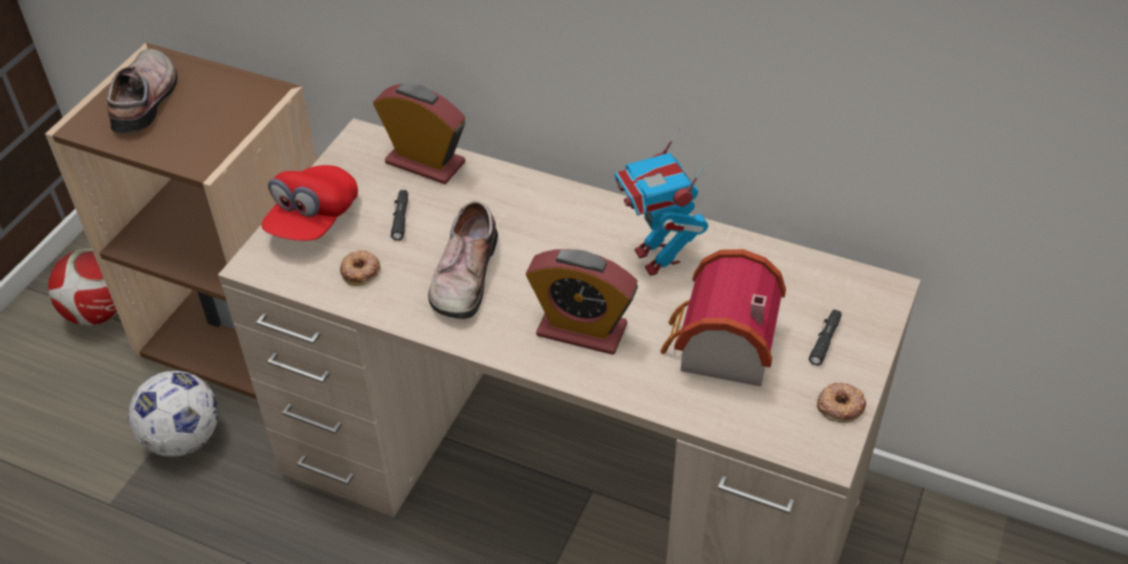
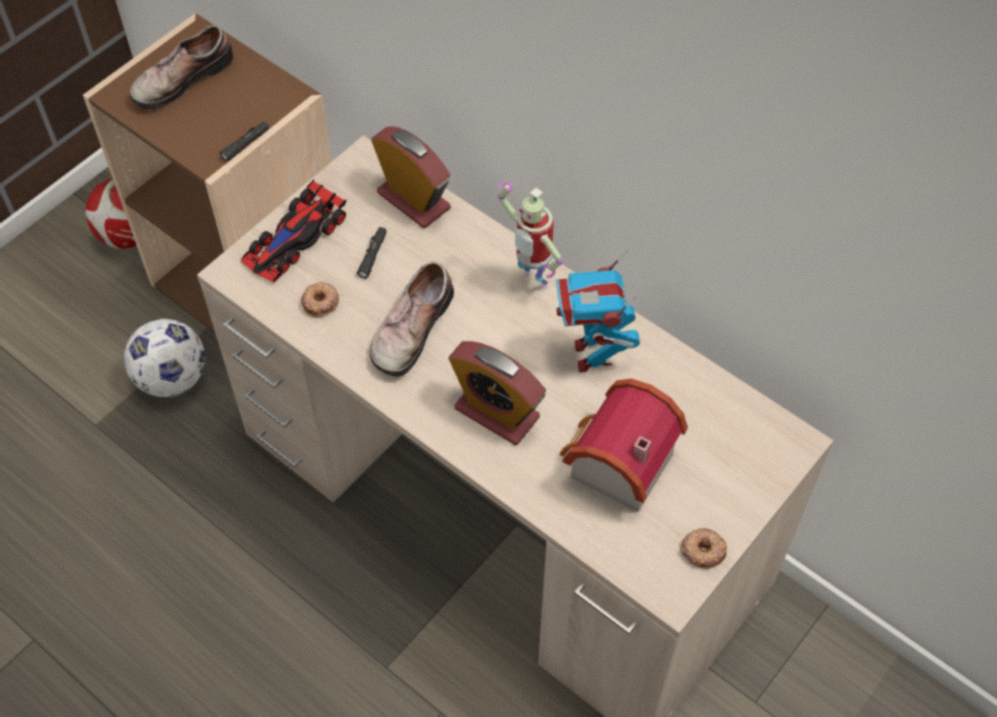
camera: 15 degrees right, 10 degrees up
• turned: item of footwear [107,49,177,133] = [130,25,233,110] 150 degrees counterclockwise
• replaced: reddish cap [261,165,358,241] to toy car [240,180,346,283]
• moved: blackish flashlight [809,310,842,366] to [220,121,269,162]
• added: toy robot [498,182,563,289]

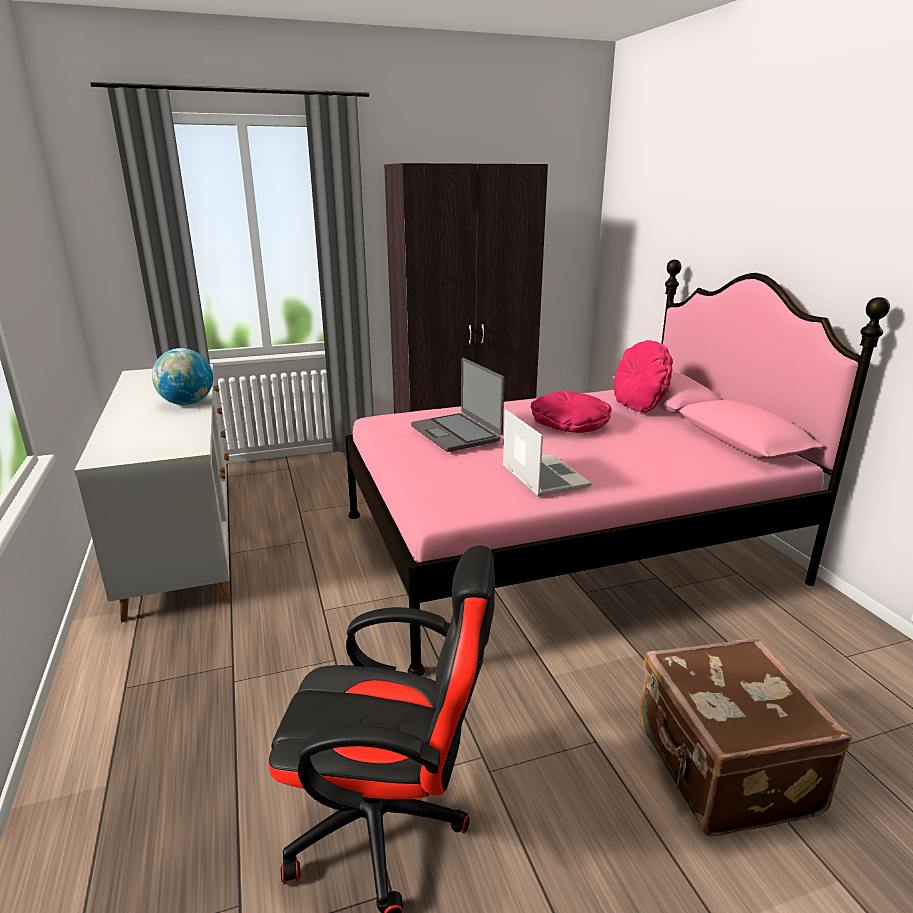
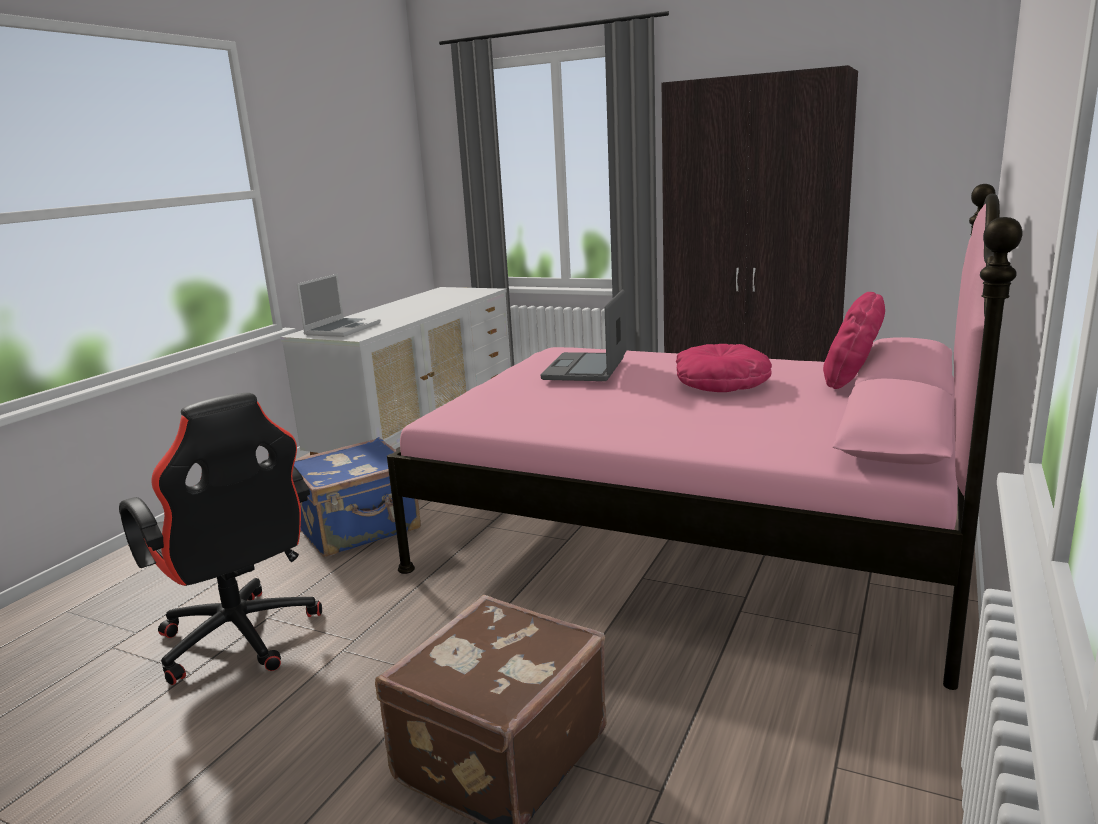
camera: 45 degrees right, 5 degrees down
• removed: desk globe [152,348,213,405]
• moved: laptop [502,409,591,497] to [297,274,381,337]
• added: bluish piece of luggage [294,437,421,557]

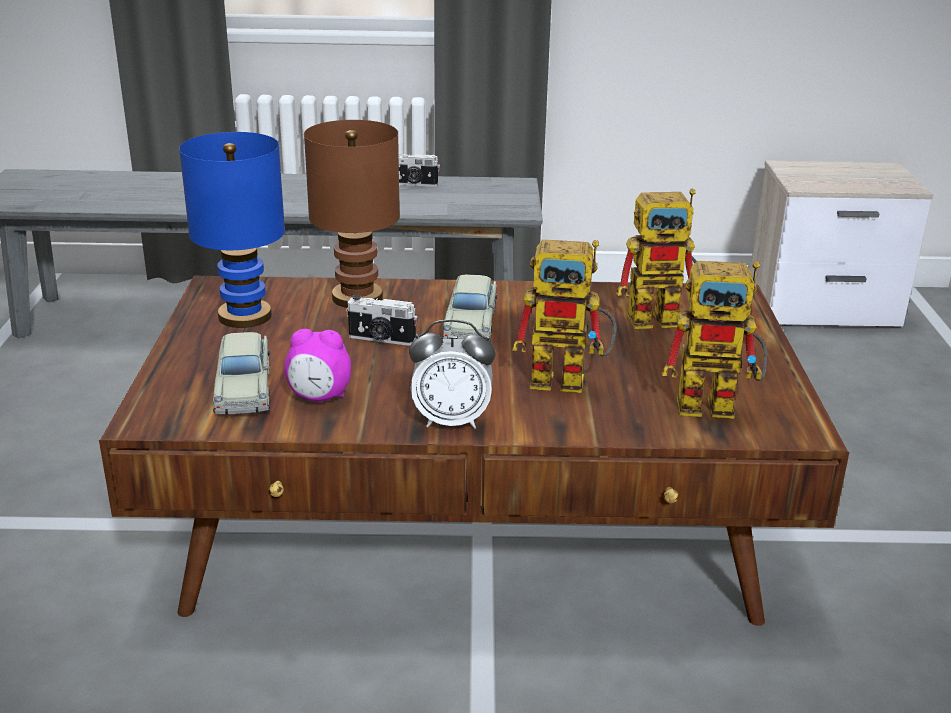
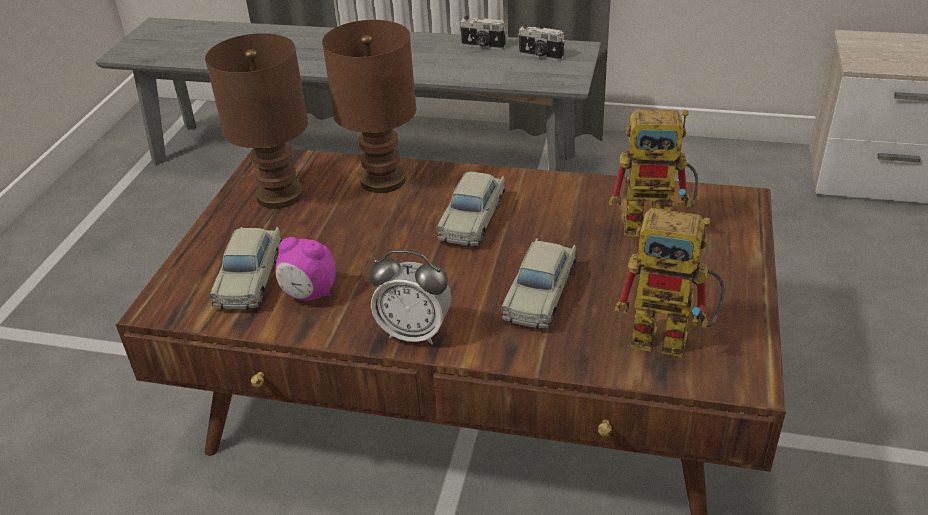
camera: 15 degrees right, 10 degrees up
• recoloured: bluish table lamp [179,132,285,328] to brown-coloured table lamp [205,33,308,209]
• moved: photo camera [346,295,418,346] to [518,24,565,61]
• replaced: toy robot [512,239,617,393] to sand-coloured toy car [501,238,576,329]

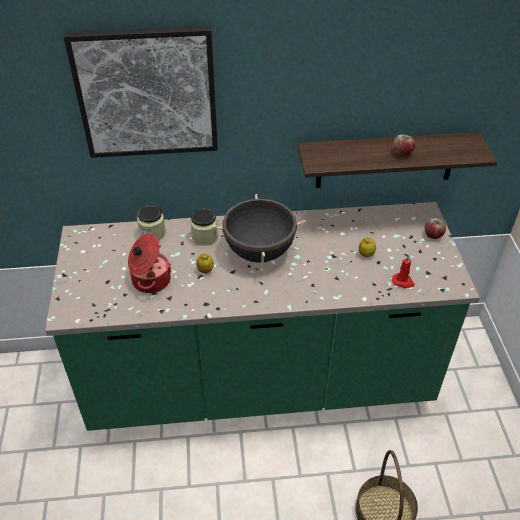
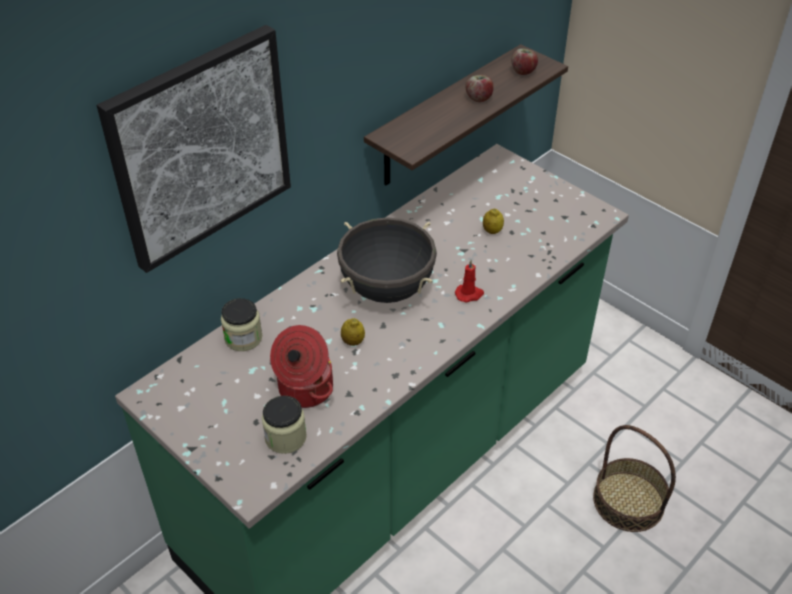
camera: 40 degrees left, 0 degrees up
• moved: preserve jar [190,209,218,246] to [262,396,307,454]
• moved: reddish wax candle [392,255,415,288] to [455,260,484,303]
• moved: whole apple [425,218,446,239] to [511,48,538,75]

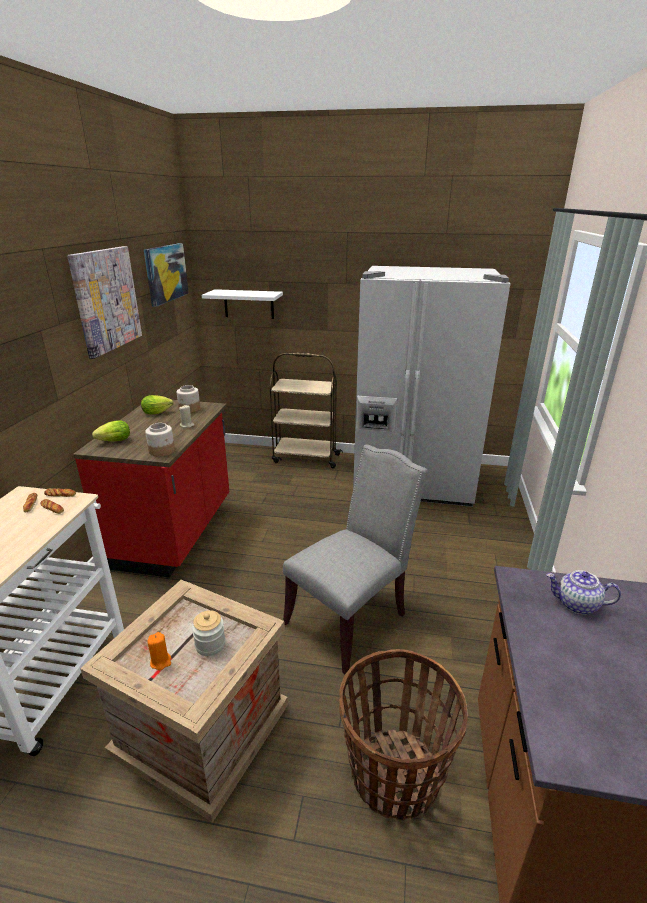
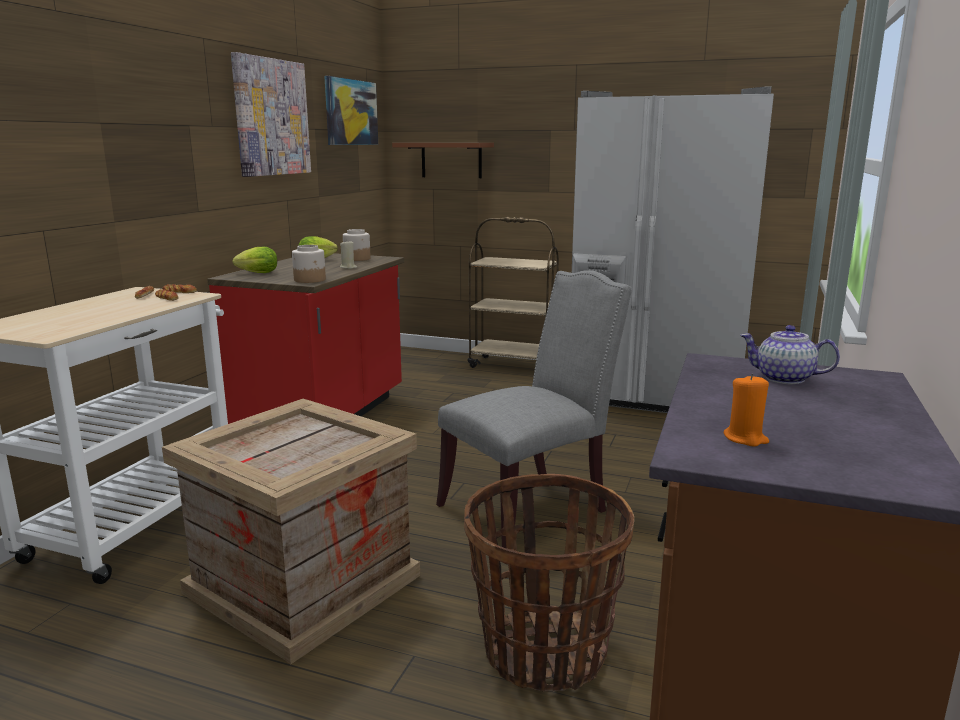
camera: 10 degrees right, 10 degrees down
• moved: orangey wax candle [147,632,171,670] to [724,374,769,447]
• removed: preserve jar [192,610,226,656]
• recoloured: whitish shelf [202,289,283,319] to brown-coloured shelf [392,143,494,178]

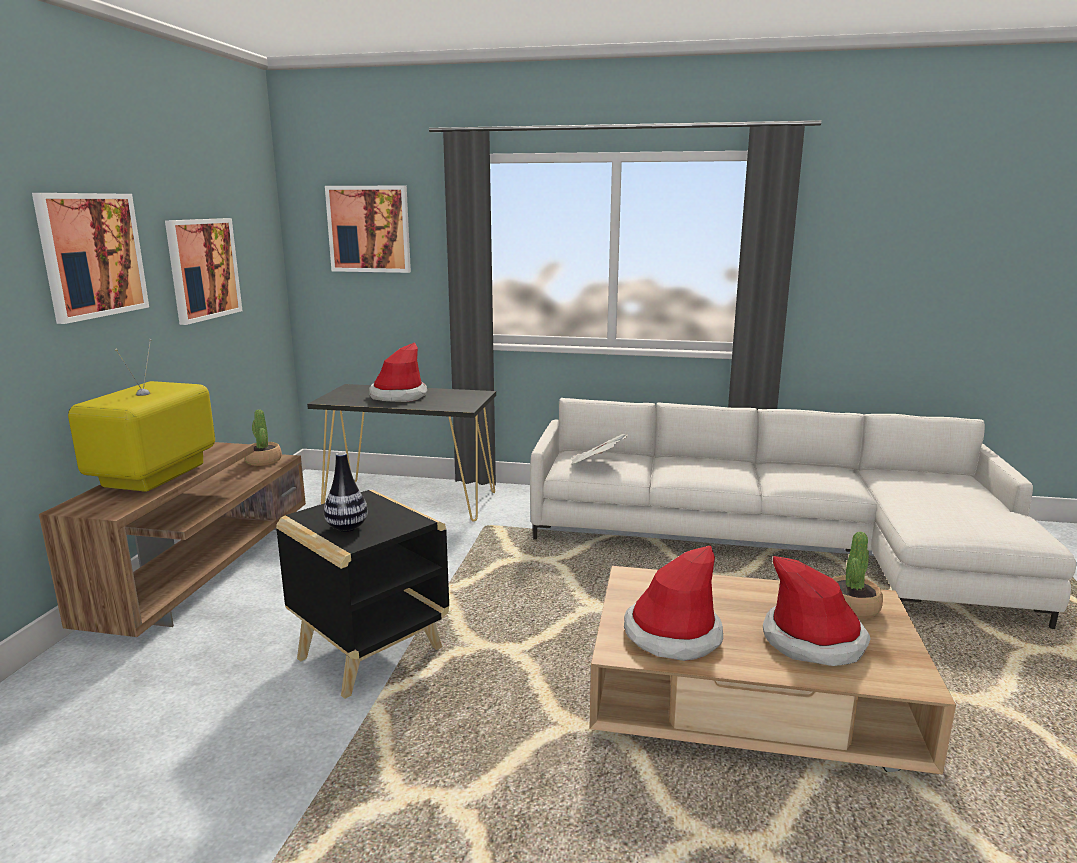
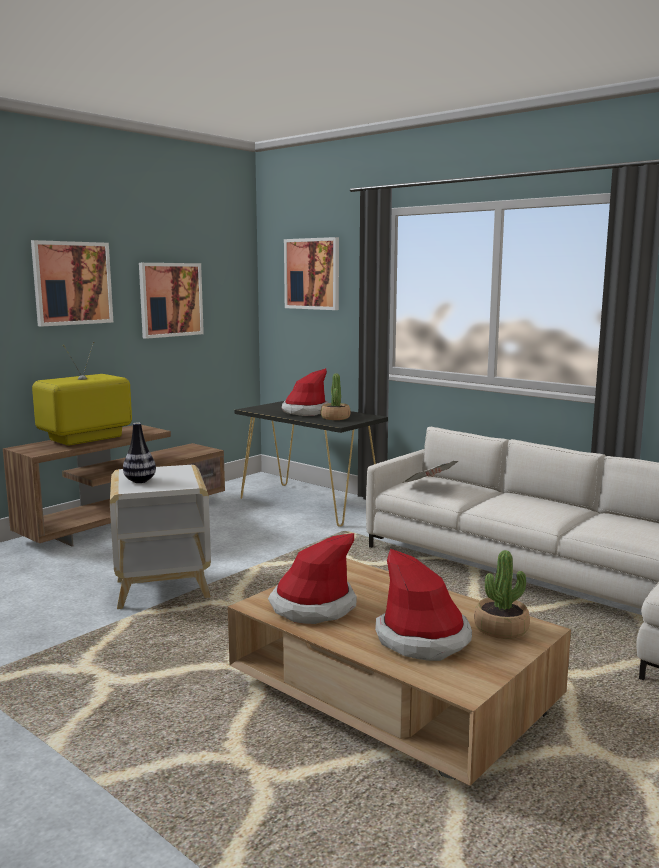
camera: 30 degrees right, 5 degrees down
• moved: potted plant [244,409,282,466] to [321,374,351,420]
• recoloured: blackish accent table [276,490,449,699] to whitish accent table [110,465,211,609]

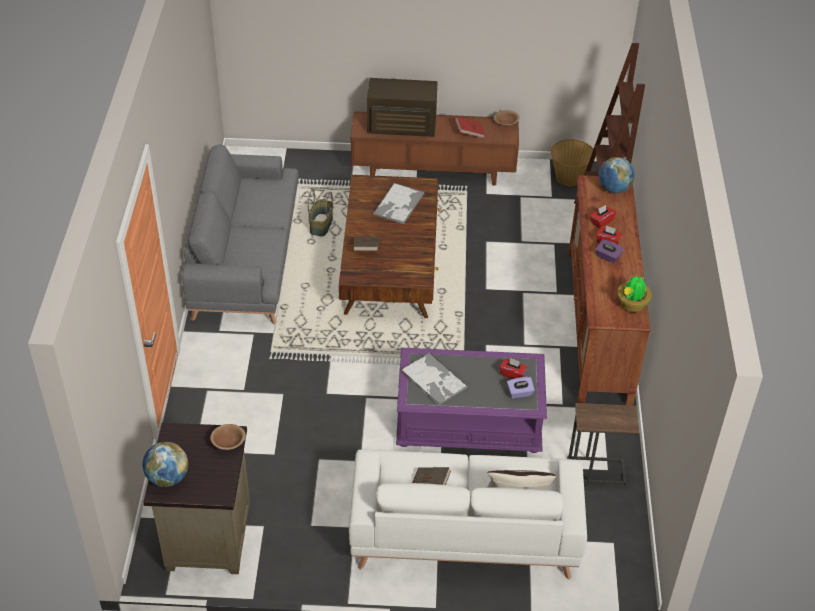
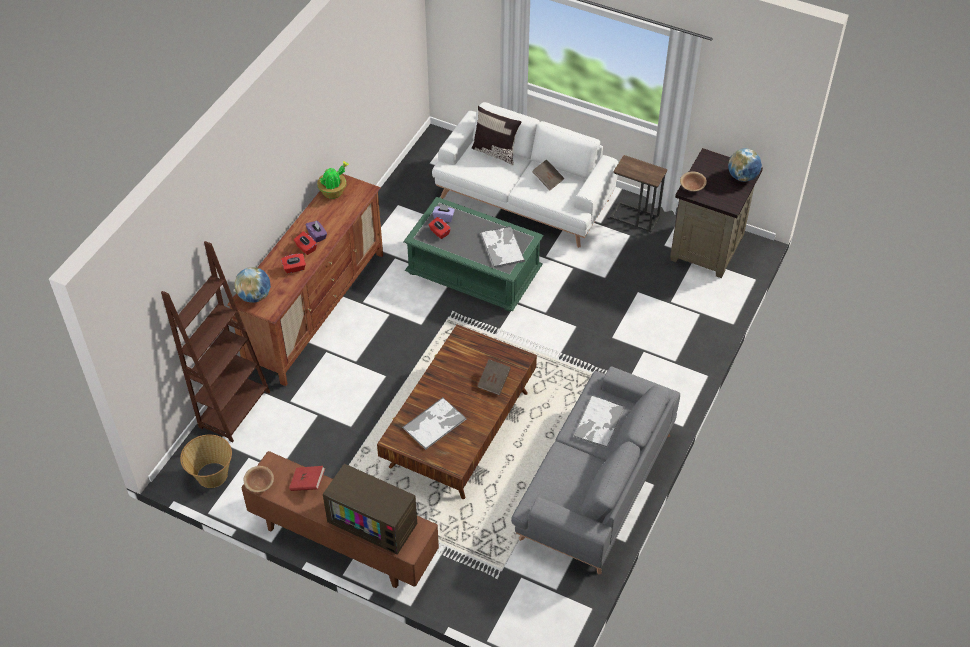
camera: 155 degrees left, 5 degrees up
• removed: storage basket [308,189,333,236]
• recoloured: purplish lounge table [396,348,547,453] to green lounge table [403,197,544,311]
• moved: brown-coloured accent table [567,403,639,485] to [610,155,668,232]
• added: carrying tray [574,395,625,448]

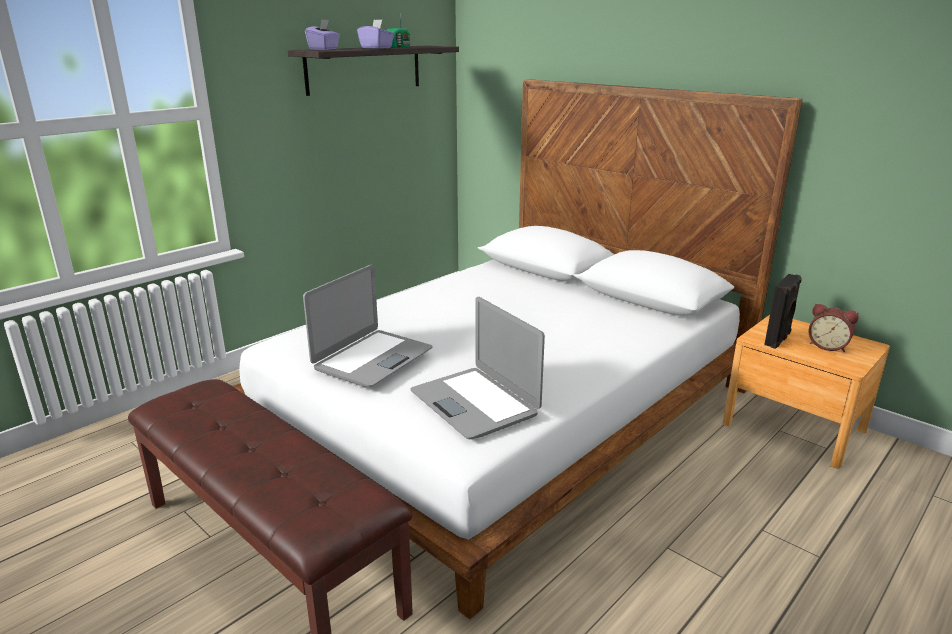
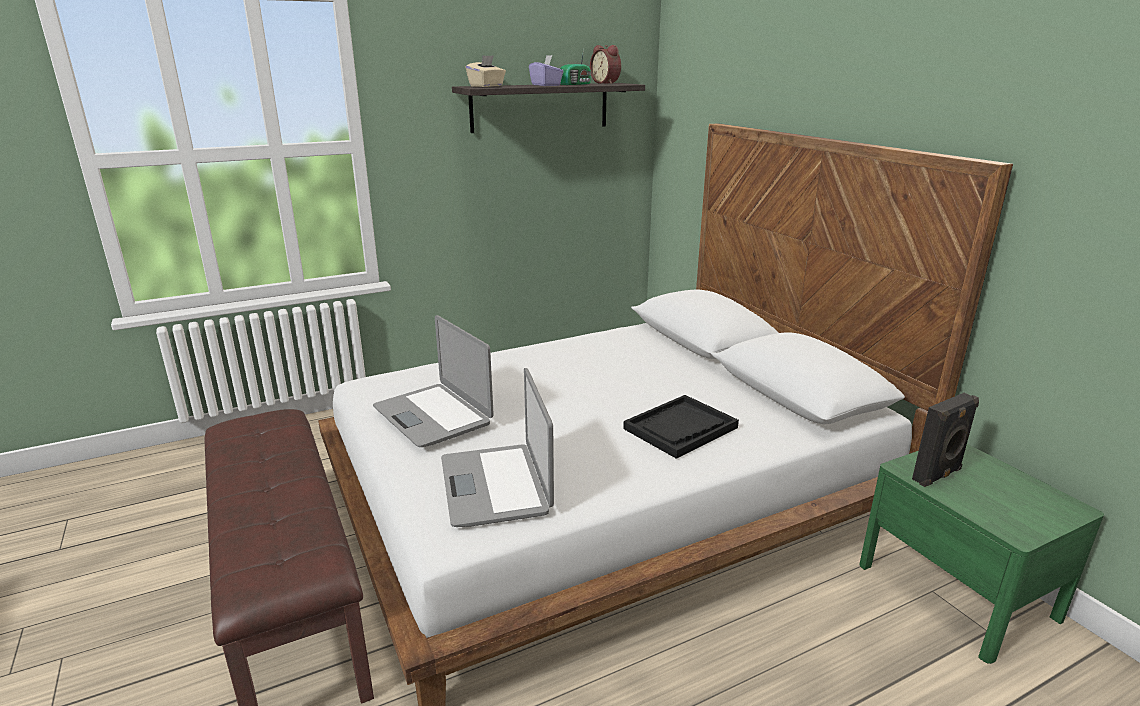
camera: 20 degrees right, 0 degrees up
• turned: laptop [303,265,433,387] = [373,315,494,447] 90 degrees clockwise
• recoloured: purplish tissue holder [305,19,340,50] to sand-coloured tissue holder [466,55,506,87]
• recoloured: brown-coloured bedside table [723,315,890,468] to green bedside table [859,444,1104,664]
• moved: alarm clock [808,304,859,352] to [590,45,621,84]
• added: blackish carrying tray [623,395,739,459]

